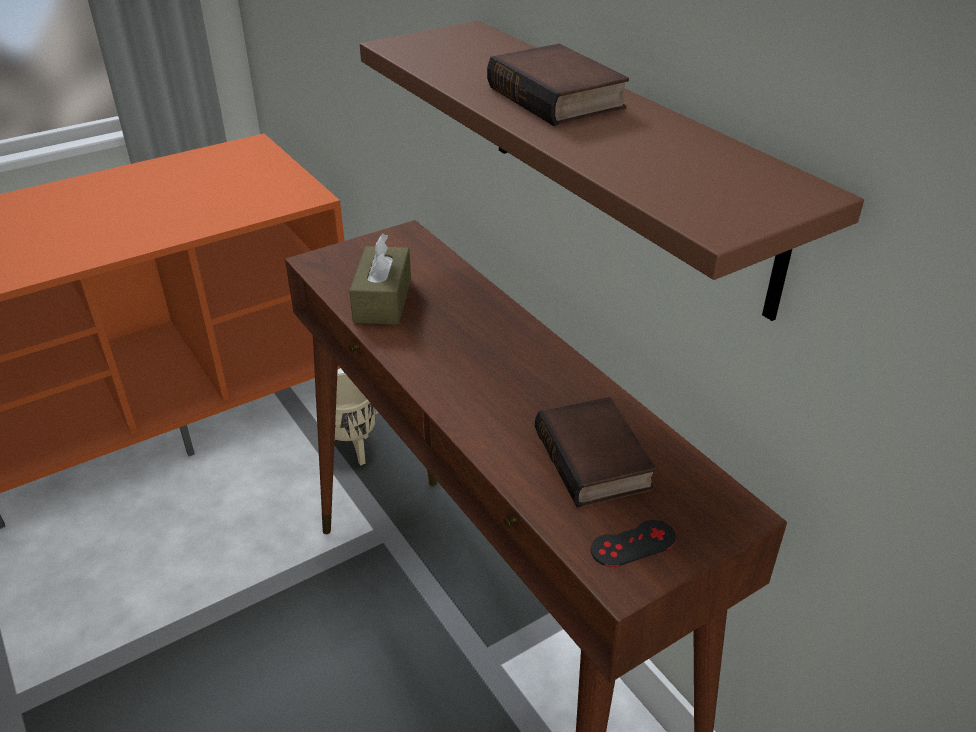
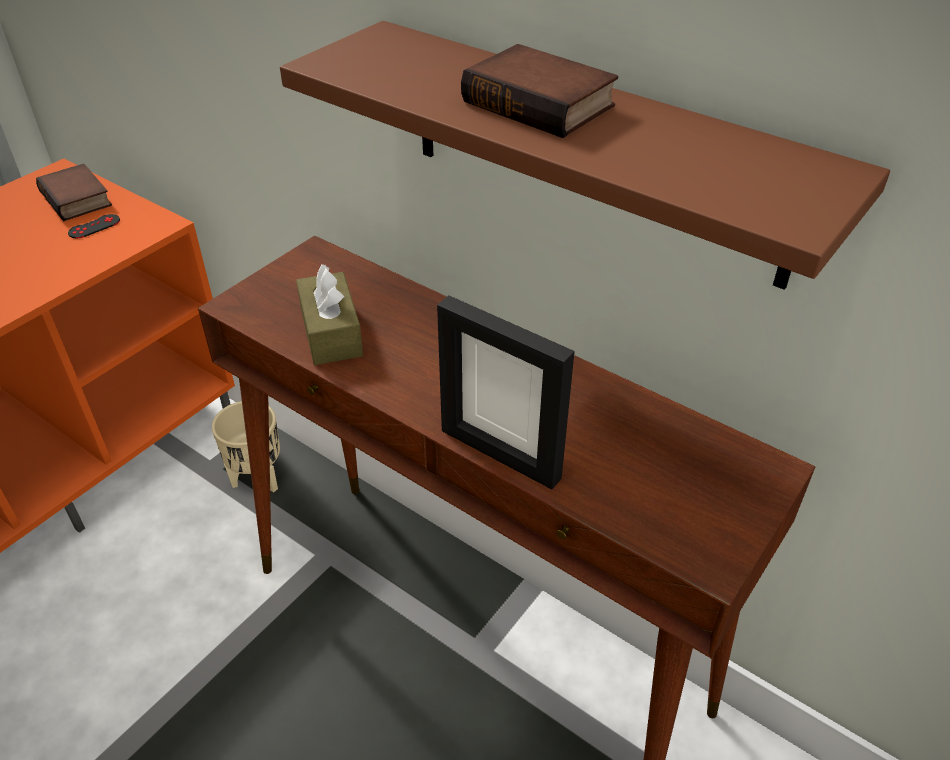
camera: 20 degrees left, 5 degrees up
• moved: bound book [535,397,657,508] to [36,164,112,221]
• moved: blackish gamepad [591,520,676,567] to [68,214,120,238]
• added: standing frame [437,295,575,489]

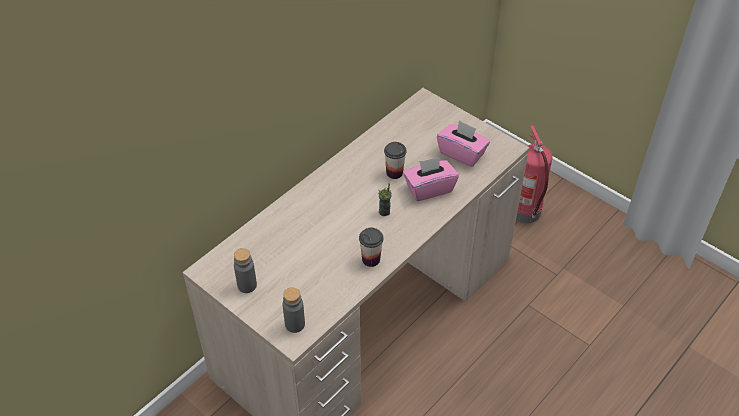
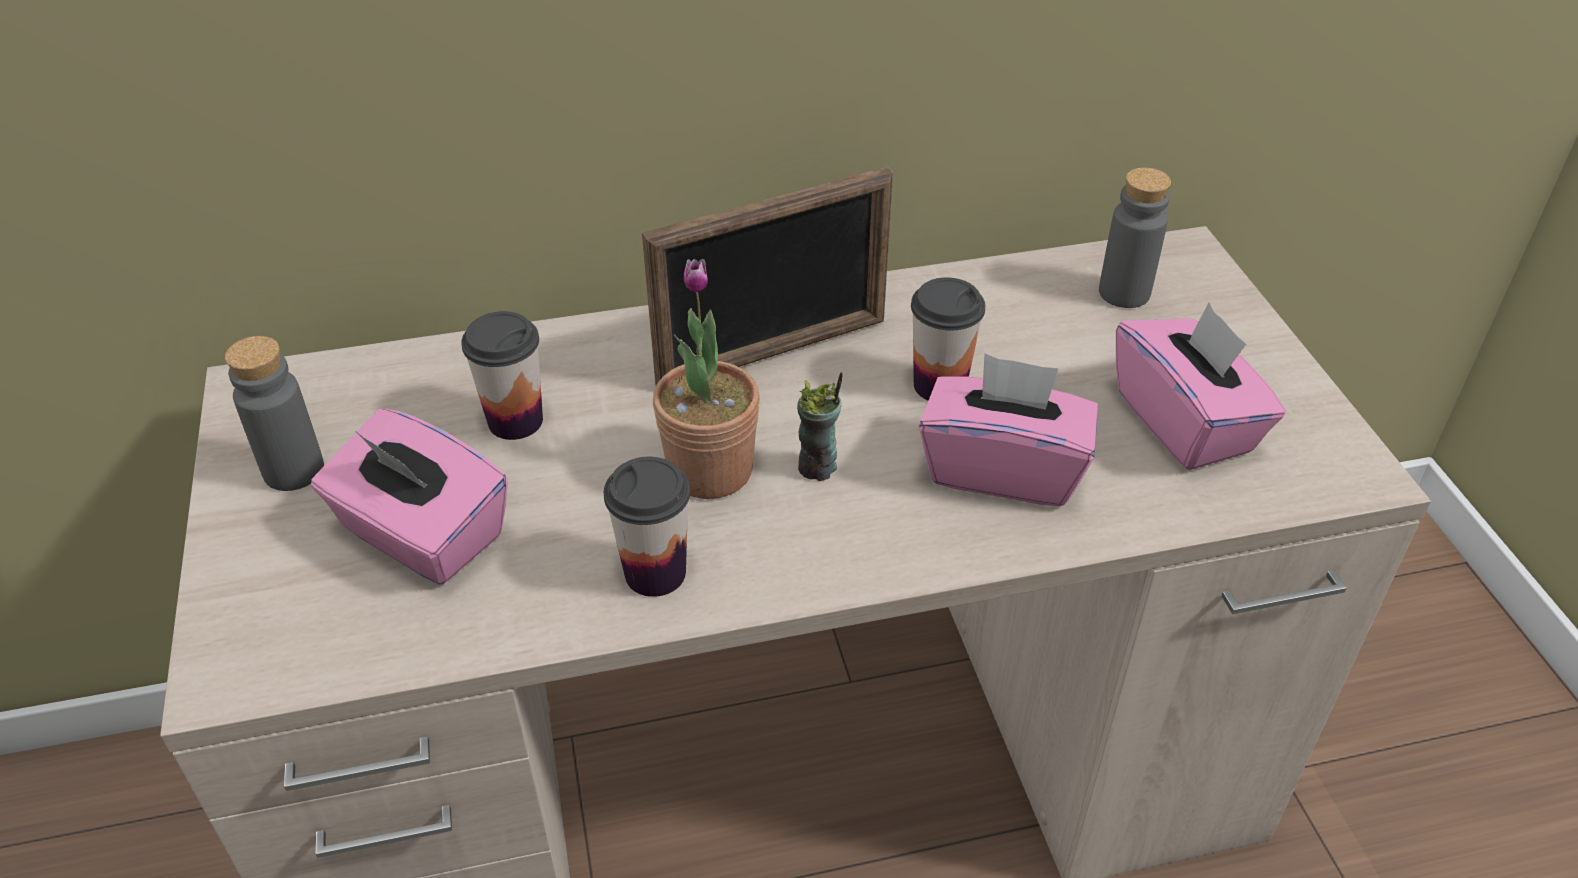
camera: 35 degrees right, 5 degrees down
• moved: greyish bottle [283,287,305,333] to [1099,167,1171,308]
• removed: extinguisher [516,125,553,223]
• added: pinkish tissue holder [311,409,508,585]
• added: cup [461,311,543,440]
• added: standing frame [642,166,893,385]
• added: potted plant [653,259,760,499]

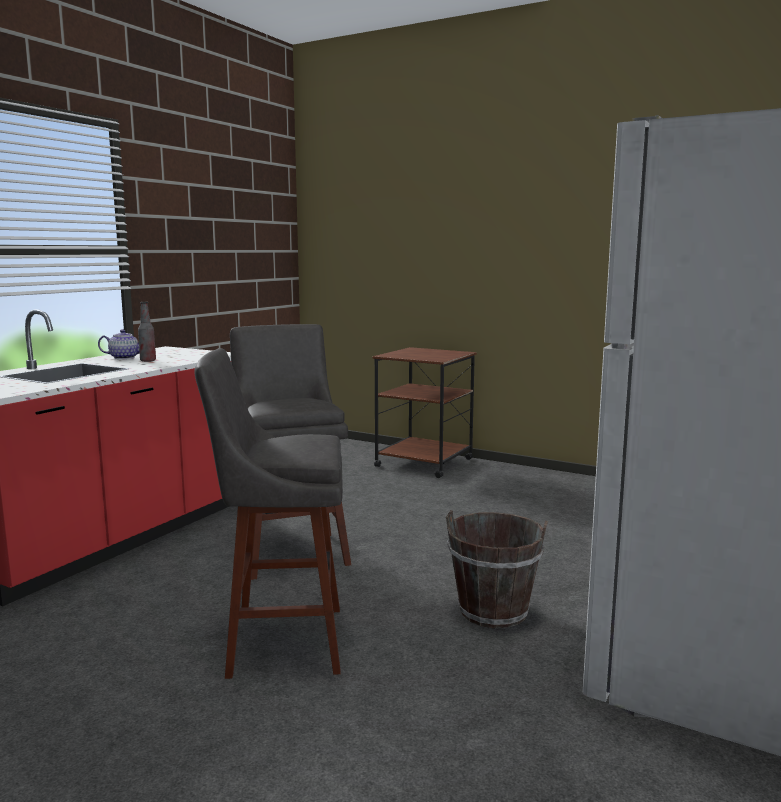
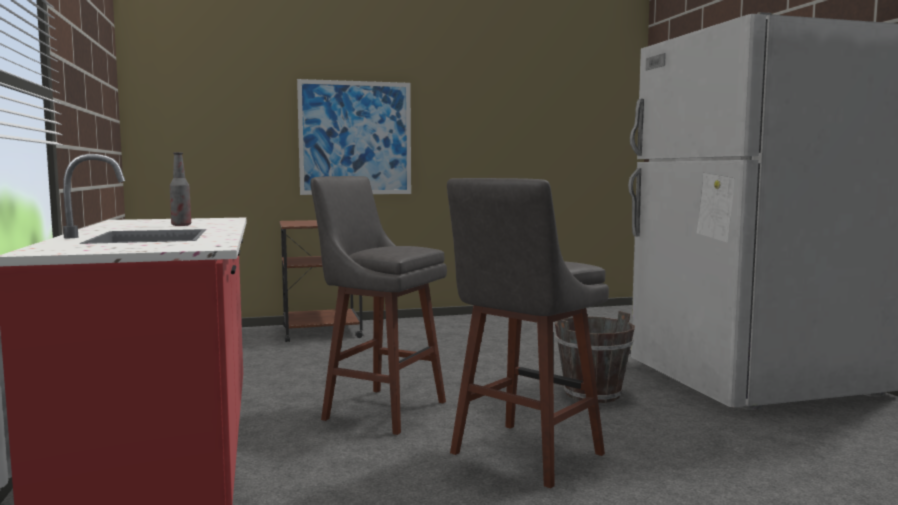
camera: 45 degrees left, 5 degrees down
• removed: pot for tea [98,329,140,359]
• added: wall art [297,79,411,195]

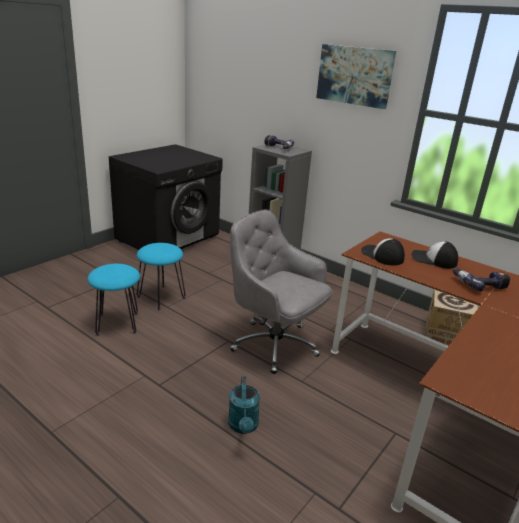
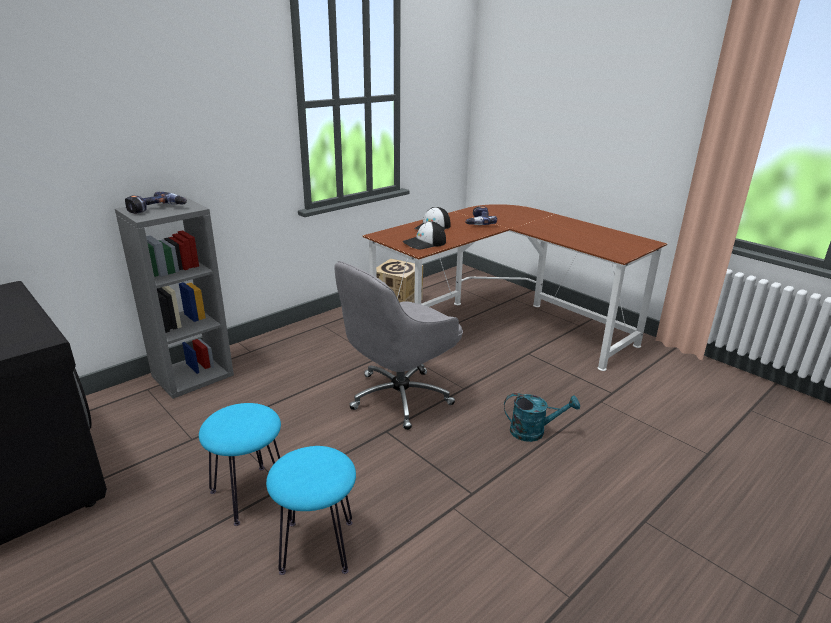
camera: 80 degrees left, 0 degrees up
• removed: wall art [316,44,396,109]

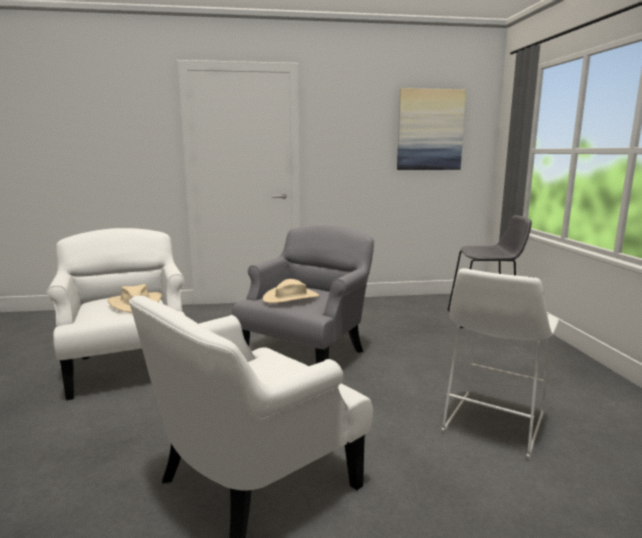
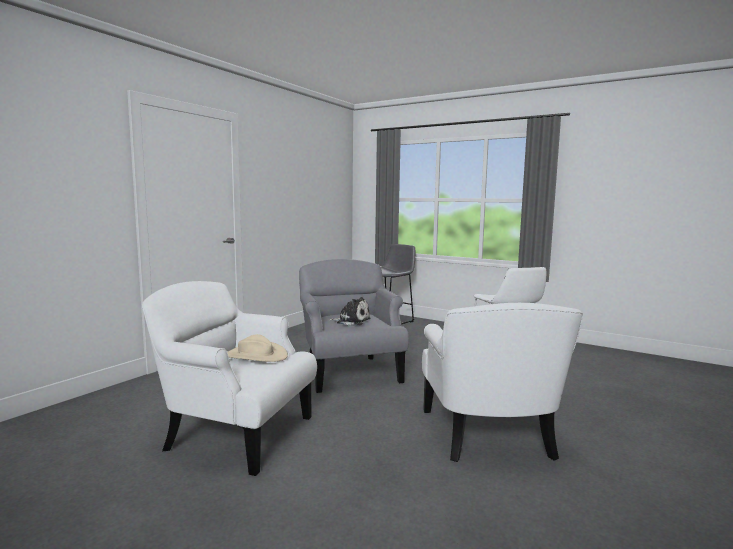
camera: 50 degrees left, 5 degrees down
• replaced: sand-coloured wearable hat [263,279,319,303] to soft toy [329,297,371,326]
• removed: wall art [397,88,466,170]

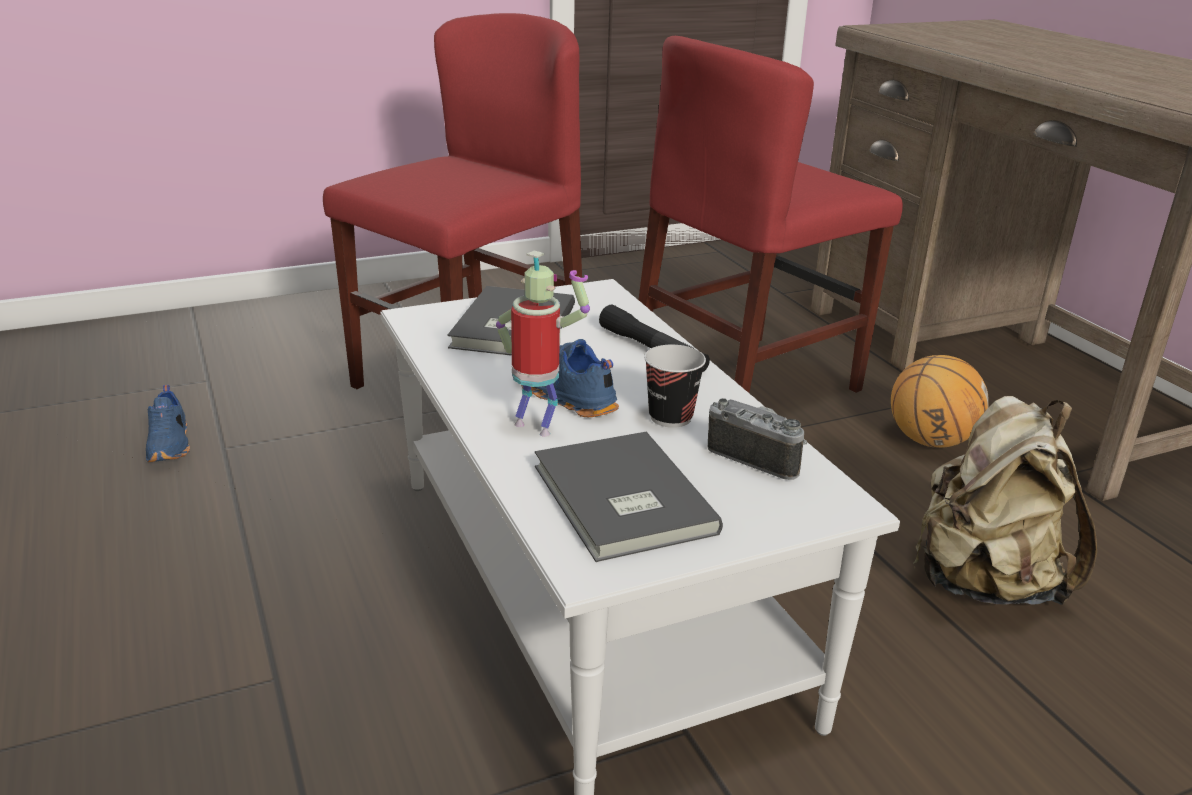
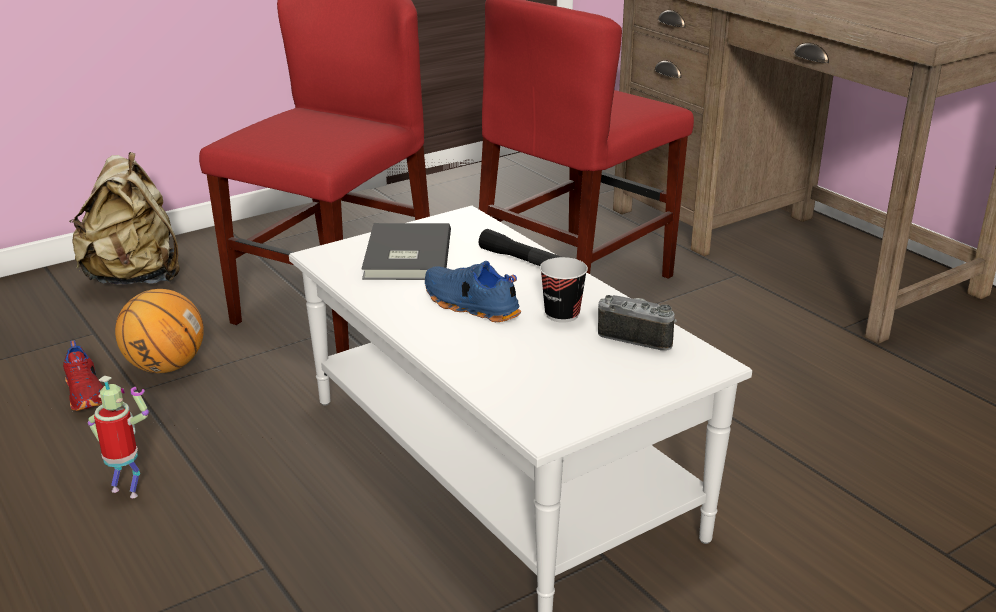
camera: 10 degrees left, 0 degrees up
• recoloured: bluish item of footwear [146,385,190,462] to reddish item of footwear [63,340,104,411]
• moved: toy robot [496,250,590,437] to [88,376,149,498]
• removed: greyish bound book [535,431,723,562]
• moved: basketball ball [891,355,989,448] to [115,289,204,373]
• moved: sand-coloured rucksack [913,396,1097,605] to [69,152,180,285]

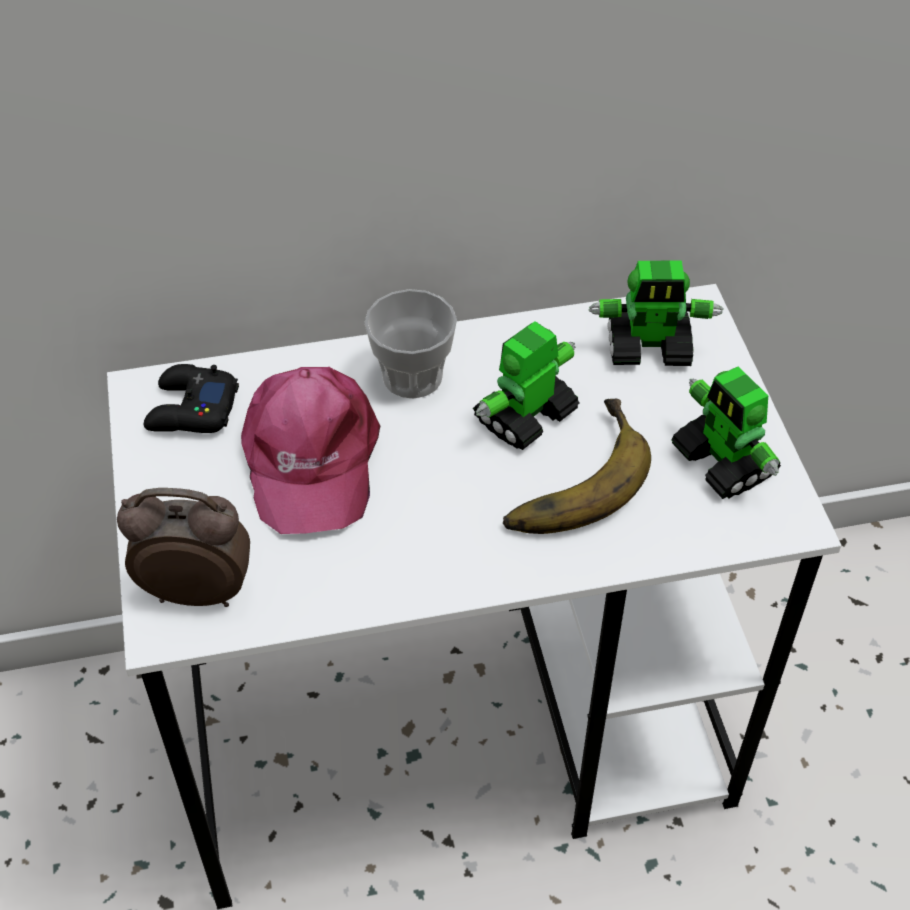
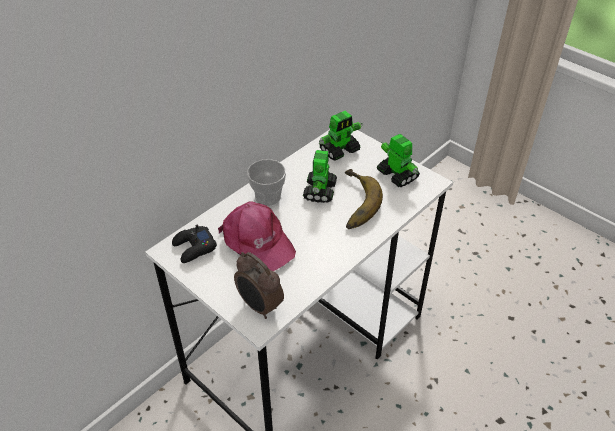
camera: 35 degrees left, 5 degrees down
• turned: alarm clock [117,488,250,607] = [234,252,284,319] 105 degrees counterclockwise
• turned: toy robot [671,366,781,499] = [377,134,420,187] 150 degrees counterclockwise

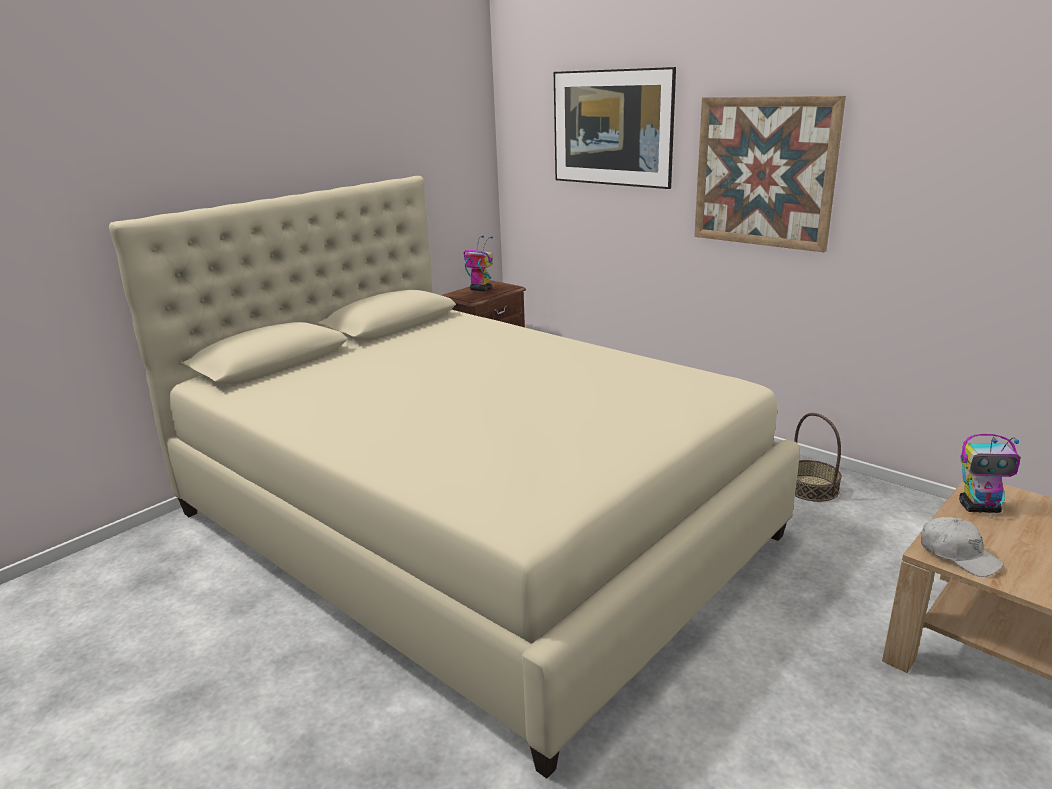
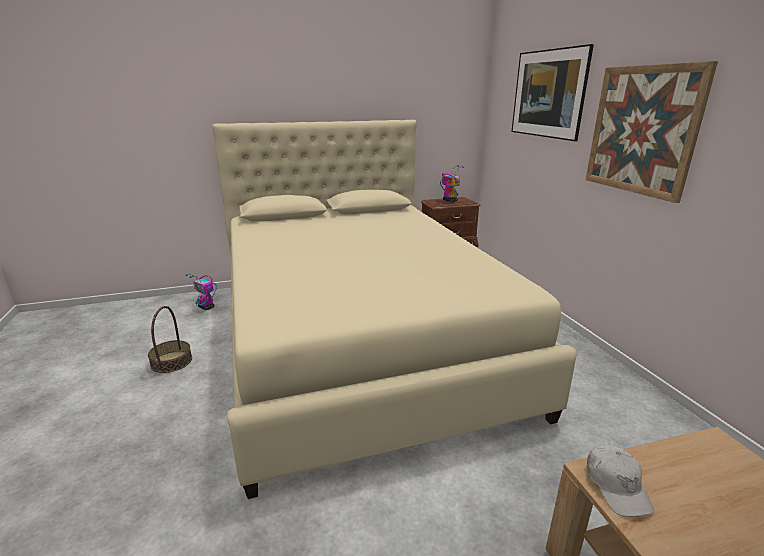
camera: 30 degrees right, 0 degrees up
• moved: storage basket [794,413,842,502] to [148,306,192,373]
• moved: toy robot [959,434,1021,513] to [186,274,217,310]

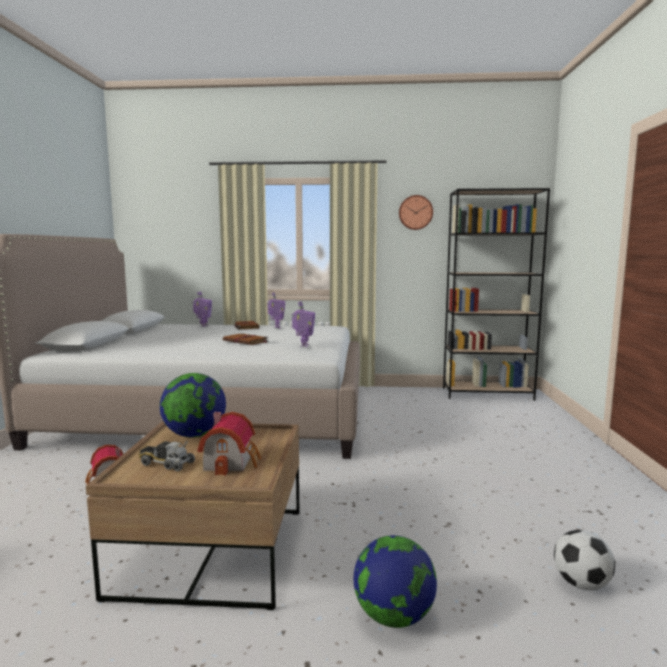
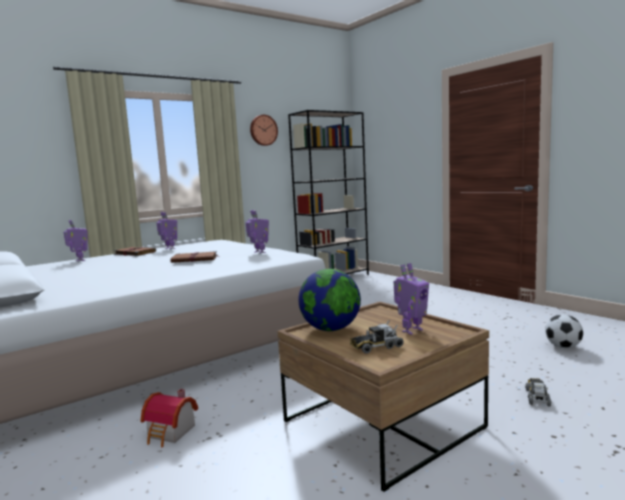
camera: 40 degrees left, 0 degrees up
• replaced: miniature house [198,412,261,476] to toy robot [393,263,429,334]
• replaced: desk globe [354,535,437,628] to toy lorry [525,378,551,407]

